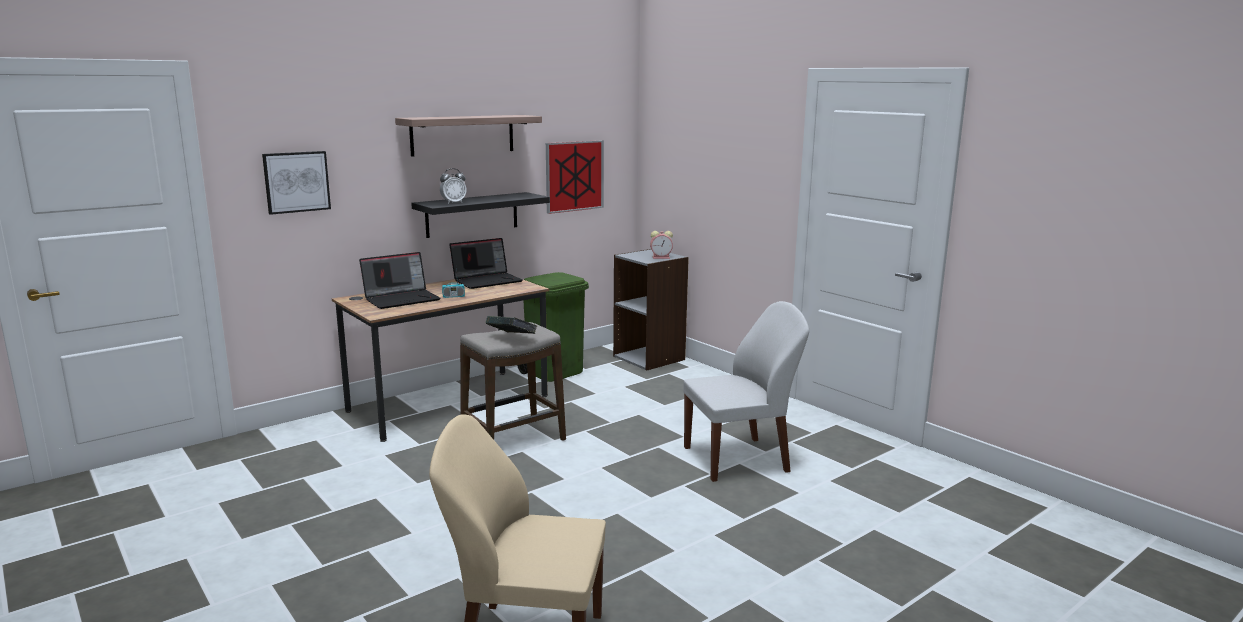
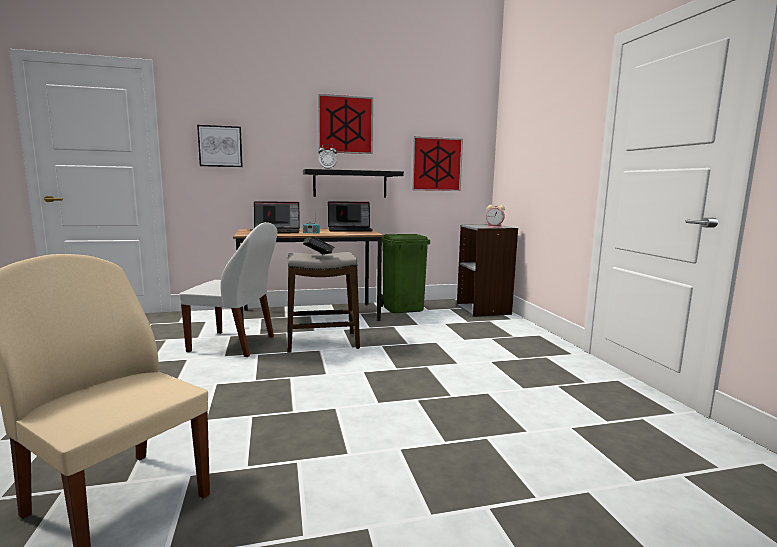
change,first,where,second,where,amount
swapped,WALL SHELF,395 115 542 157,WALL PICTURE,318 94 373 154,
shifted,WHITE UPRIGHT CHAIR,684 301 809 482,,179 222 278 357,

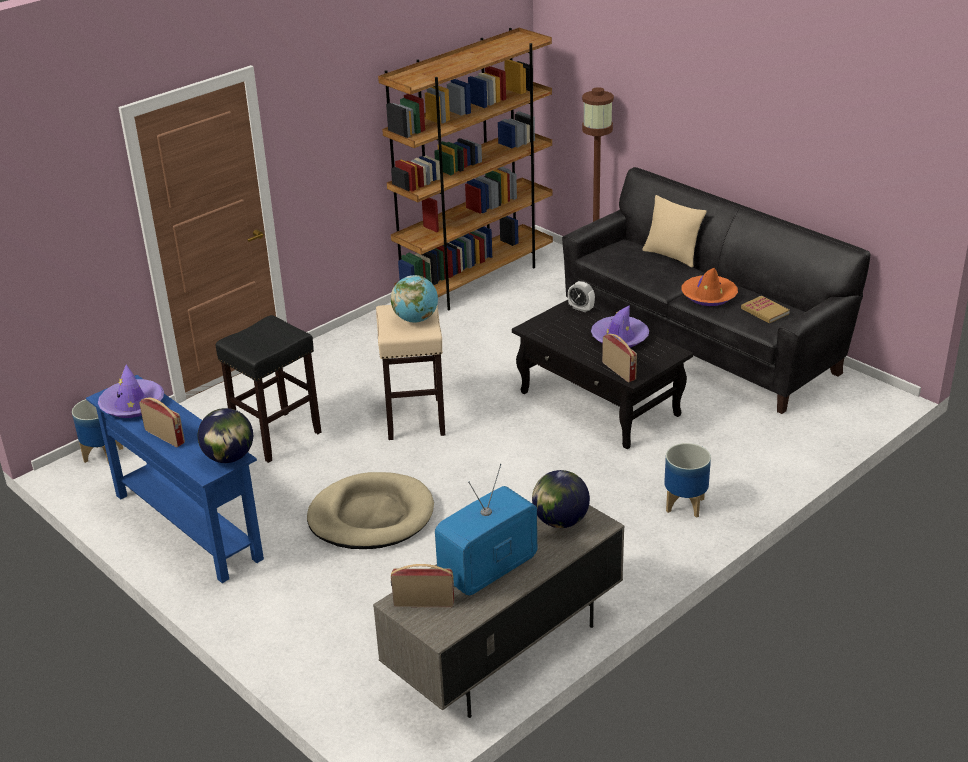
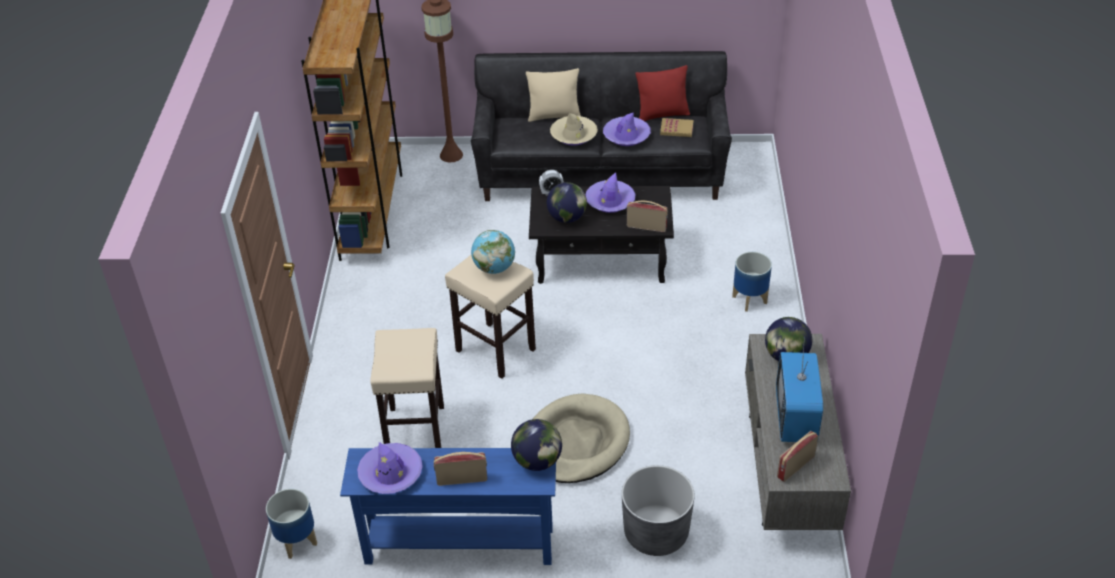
change,first,where,second,where,amount
repainted,BLACK-COLOURED STOOL SEAT,216 315 321 463,SAND-COLOURED STOOL SEAT,370 328 444 448,
repainted,ORANGEY CLOTHING HAT,681 268 738 306,PURPLISH CLOTHING HAT,603 112 651 146,
new,,,WORLD GLOBE,547 182 587 223,
new,,,SAND-COLOURED CLOTHING HAT,550 113 598 145,
new,,,GREY FLOWER POT,622 465 695 556,
new,,,RED THROW PILLOW,635 65 690 121,

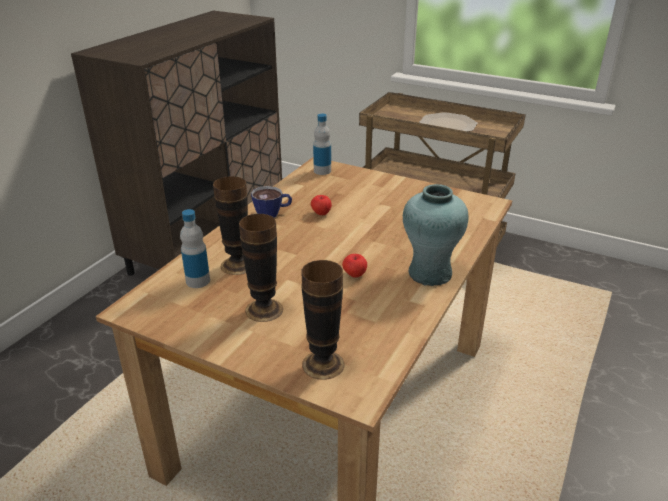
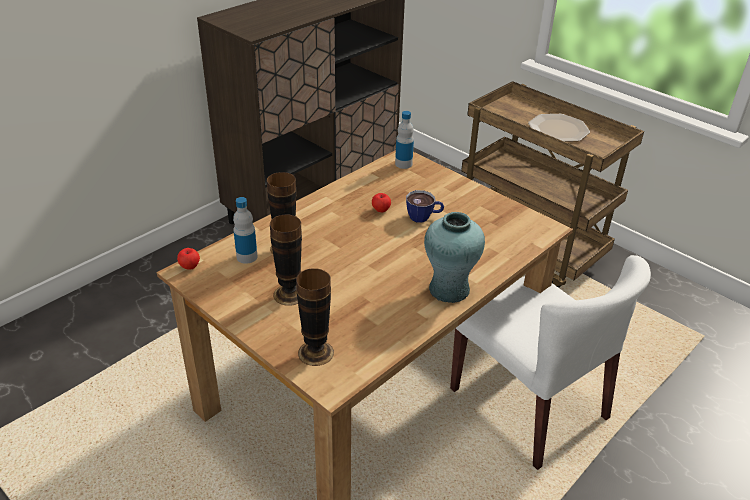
change,first,where,second,where,amount
shifted,DRINKING CUP,251 186 292 217,,406 190 444 223,
shifted,APPLE FRUIT,342 254 367 278,,177 248 200 270,
new,,,WHITE UPRIGHT CHAIR,450 255 651 470,

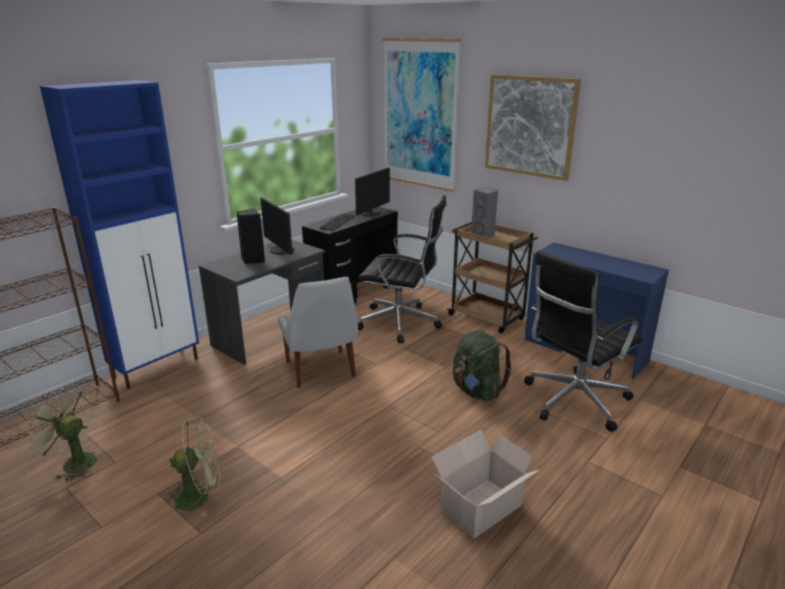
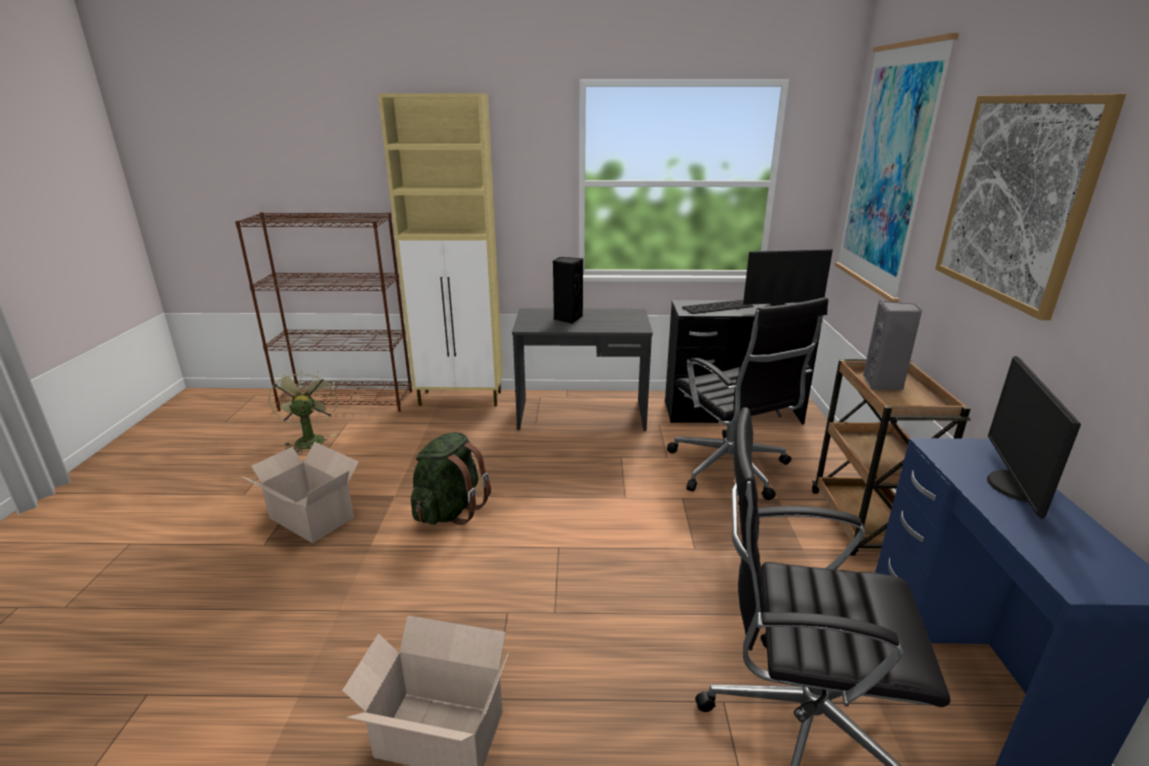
change,first,where,second,where,amount
repainted,BLUE-COLOURED CABINET,40 80 199 389,SAND-COLOURED CABINET,378 93 503 406,
swapped,GREENISH FAN,165 417 221 517,CARTON,241 442 359 543,
shifted,MONITOR,260 197 294 255,,987 356 1081 519,
gone,WHITE UPRIGHT CHAIR,278 277 358 388,,,
shifted,GREENISH BACKPACK,453 331 512 401,,411 432 491 525,

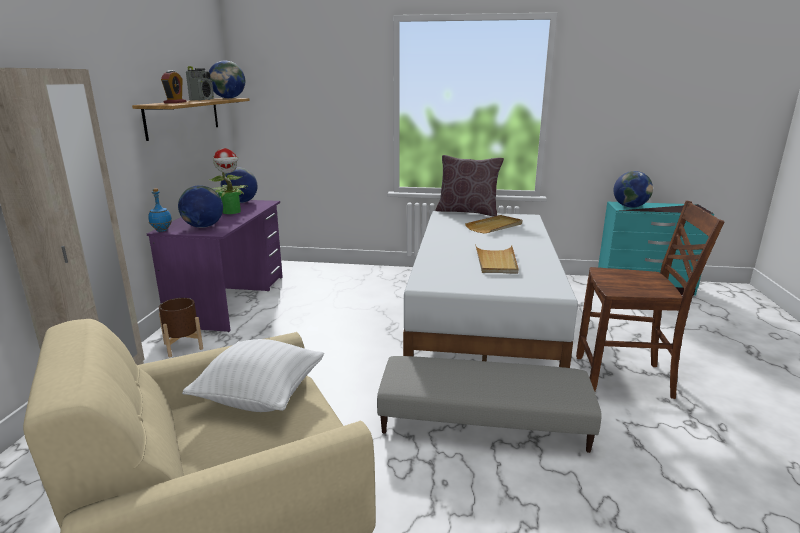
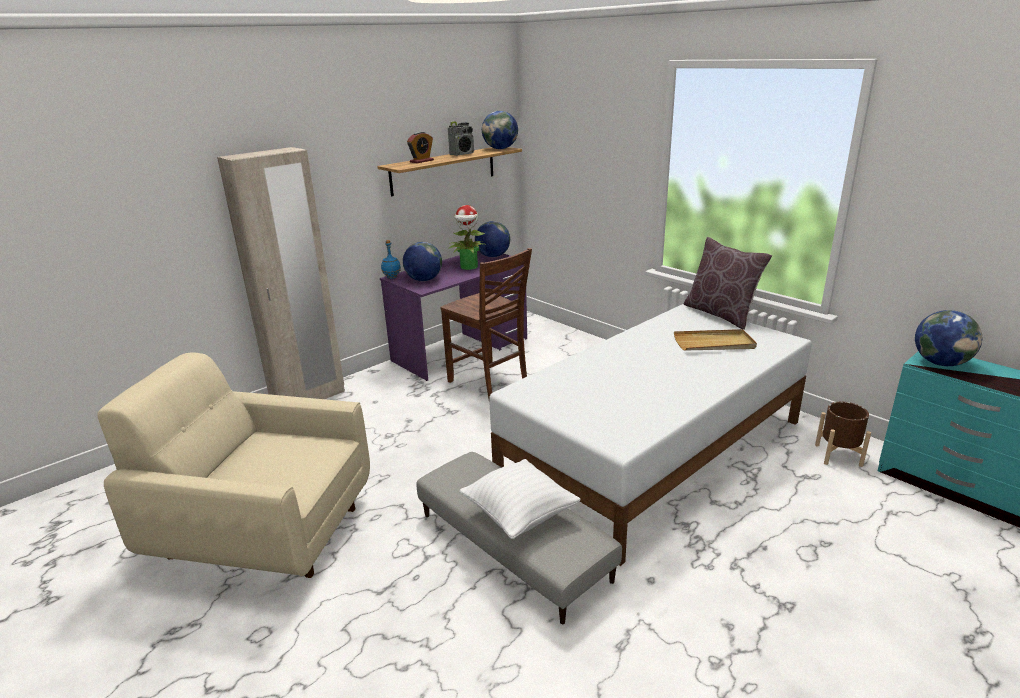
change,first,where,second,where,amount
shifted,BROWN FLOWER POT,159 298 203 357,,815 402 871 467,
shifted,WHITE THROW PILLOW,182 339 324 412,,459 459 581 539,
gone,SAND-COLOURED SERVING TRAY,475 245 518 274,,,
shifted,BROWN UPRIGHT CHAIR,576 201 724 399,,440 248 532 399,

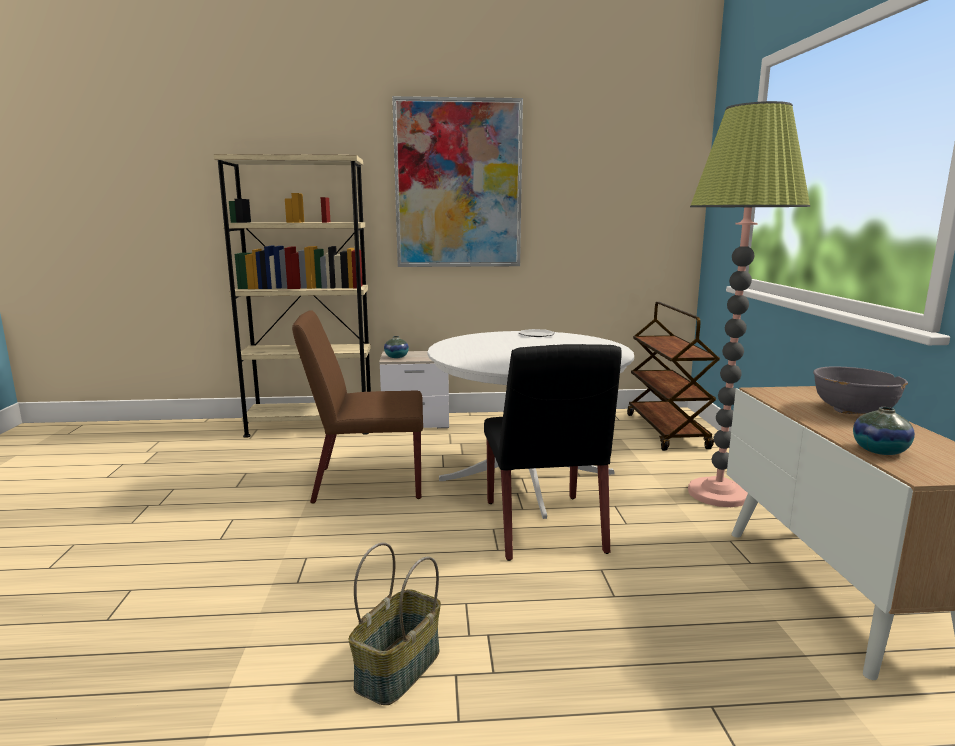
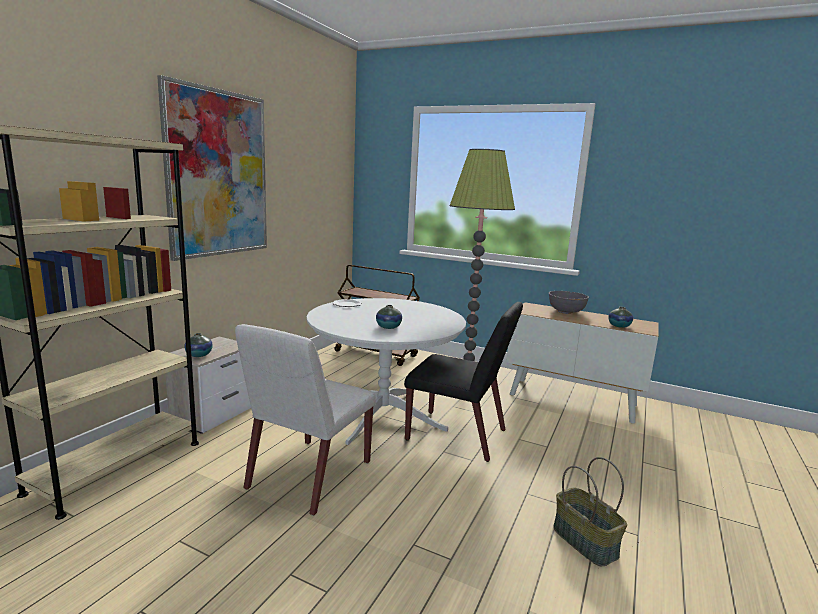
change,first,where,second,where,amount
repainted,BROWN UPRIGHT CHAIR,292 310 423 504,WHITE UPRIGHT CHAIR,235 324 376 516,
new,,,VASE,376 305 402 329,

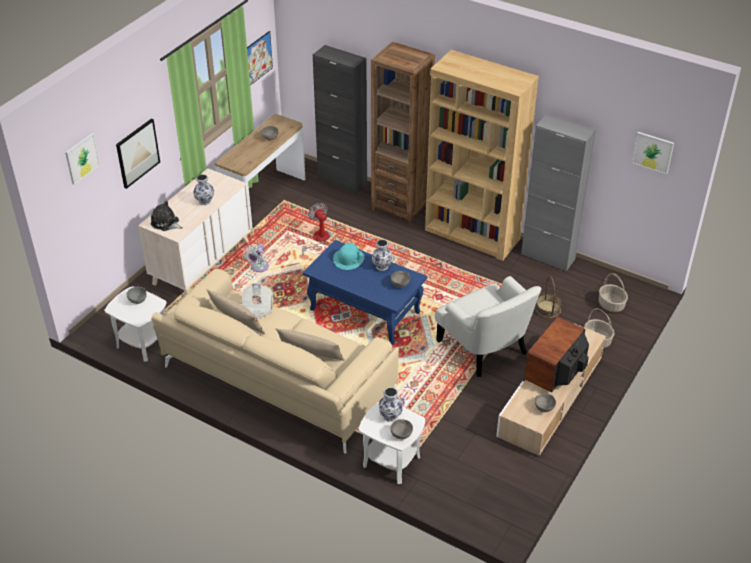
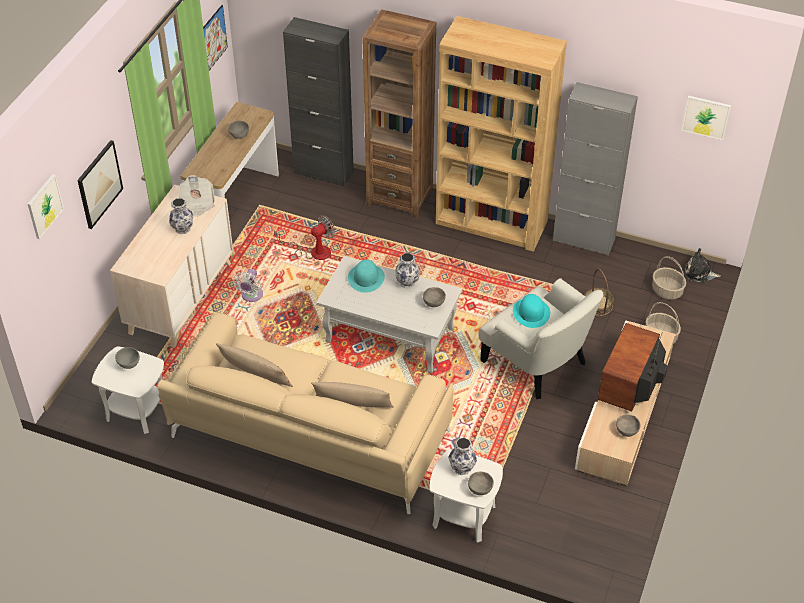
change,first,where,second,where,amount
shifted,PLUSH TOY,151 200 183 231,,684 248 721 283,
shifted,NEWSPAPER,241 282 273 320,,179 175 215 217,
rotated,FAN,302 203 330 252,,274 215 335 260,90 degrees clockwise
repainted,BLUE-COLOURED LOUNGE TABLE,303 240 427 345,WHITE LOUNGE TABLE,316 256 462 373,
new,,,TURQUOISE CLOTHING HAT,513 294 550 328,

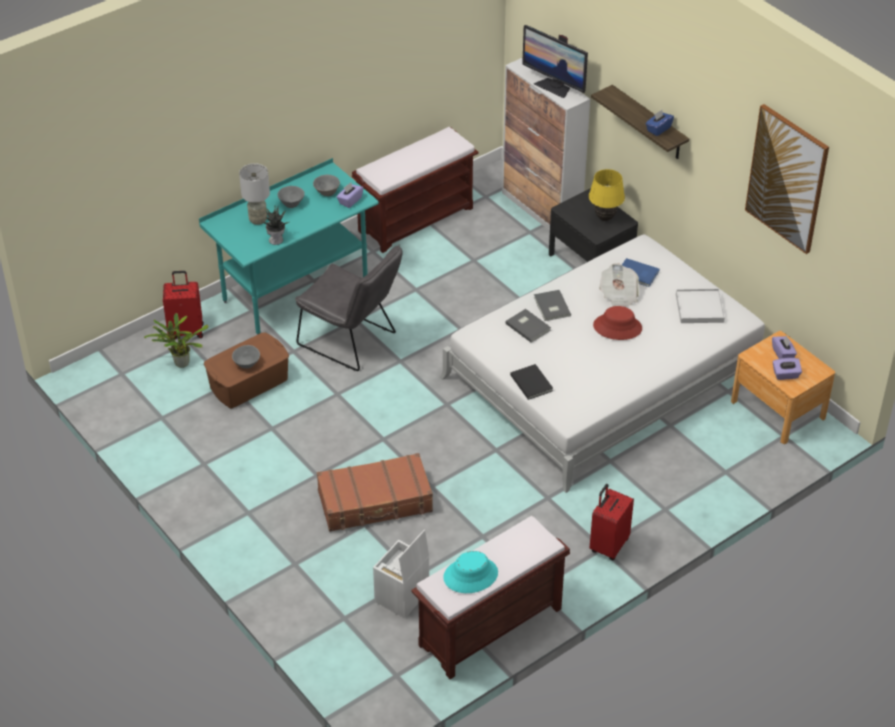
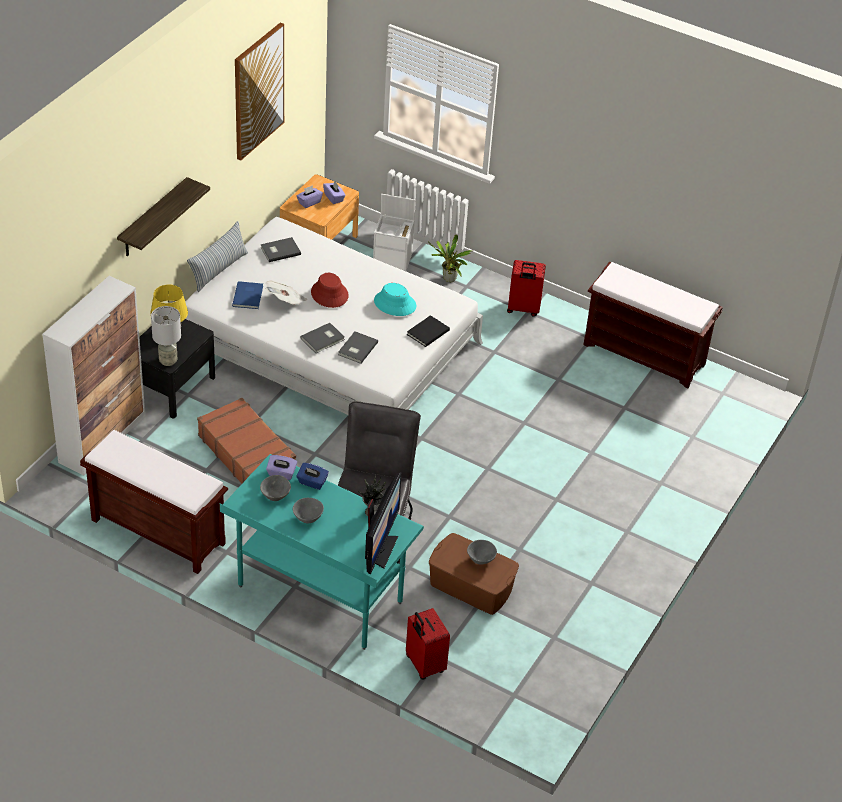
change,first,where,second,where,amount
shifted,PLANT IN A POT,144 313 208 368,,428 235 472 282,
shifted,GREY TABLETOP LAMP,239 163 270 225,,151 306 181 366,
shifted,BROWN PIECE OF LUGGAGE,317 453 433 532,,197 398 296 484,
shifted,WHITE STORAGE CONTAINER,373 530 429 618,,373 194 415 271,
shifted,TURQUOISE CLOTHING HAT,443 551 498 593,,374 283 416 316,
shifted,MONITOR,522 25 588 98,,365 472 402 574,
shifted,BLUE-COLOURED TISSUE HOLDER,645 110 674 136,,297 463 329 490,
swapped,WHITE SERVING TRAY,676 289 725 323,GREY BOUND BOOK,260 237 301 262,
new,,,THROW PILLOW,187 221 248 292,

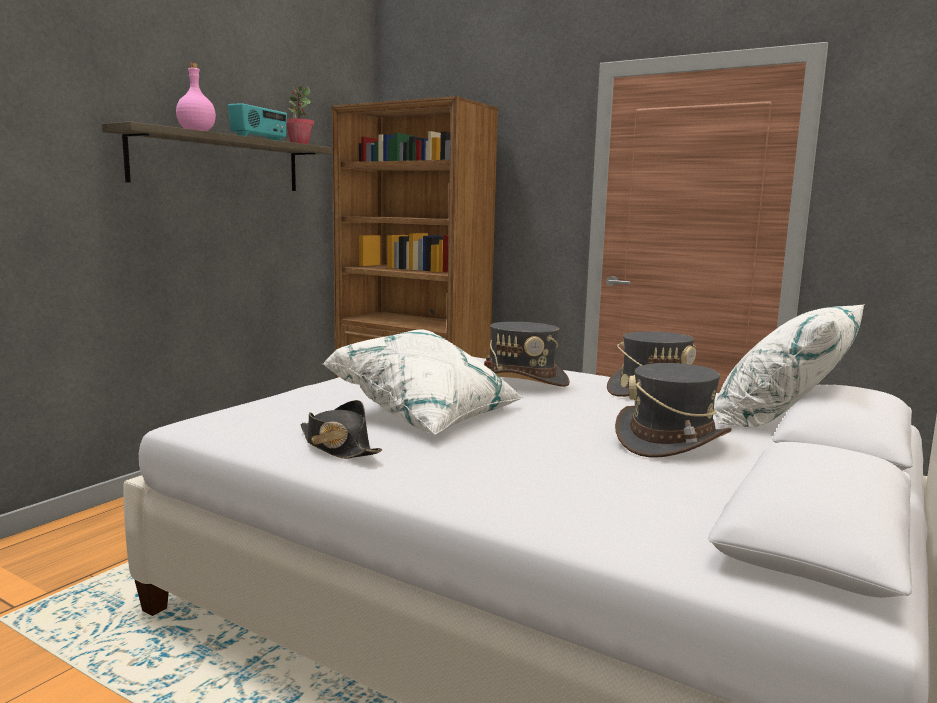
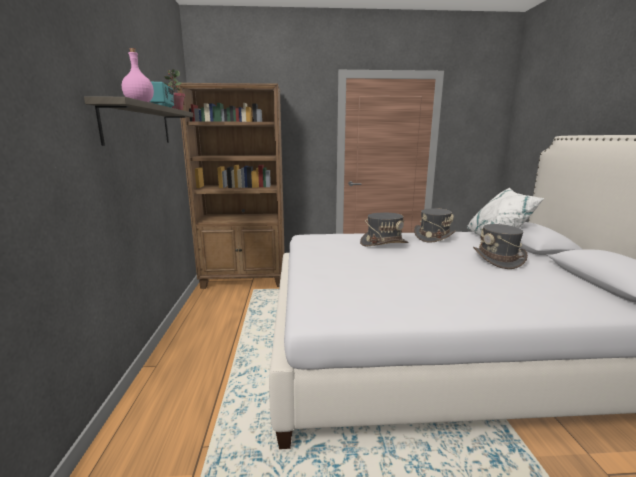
change,first,where,second,where,amount
gone,BLACK-COLOURED CLOTHING HAT,300 400 382 459,,,
gone,WHITE THROW PILLOW,323 329 523 435,,,

